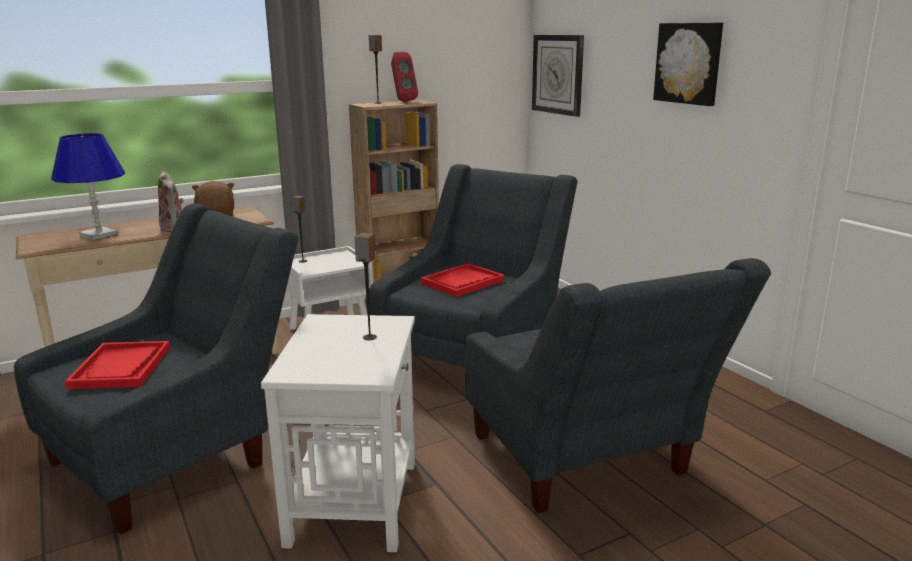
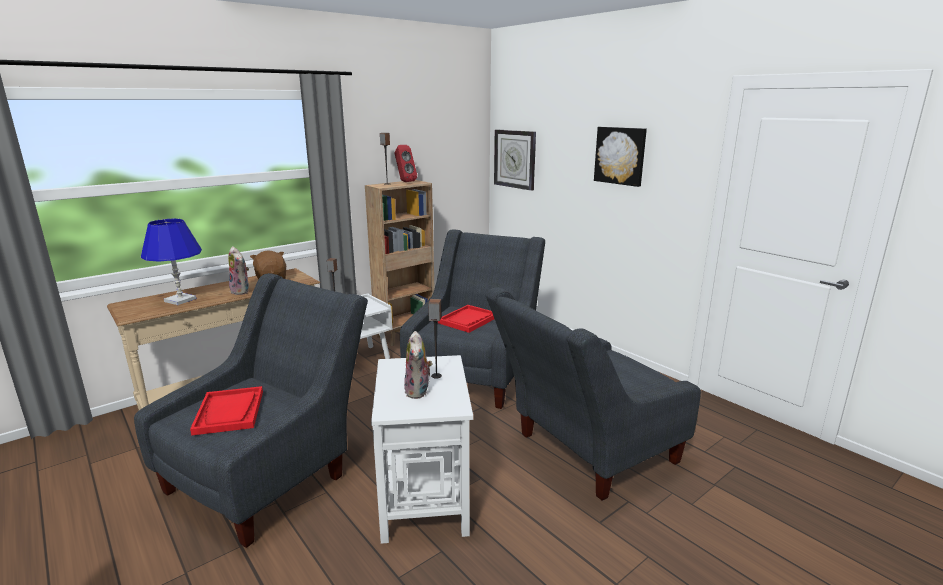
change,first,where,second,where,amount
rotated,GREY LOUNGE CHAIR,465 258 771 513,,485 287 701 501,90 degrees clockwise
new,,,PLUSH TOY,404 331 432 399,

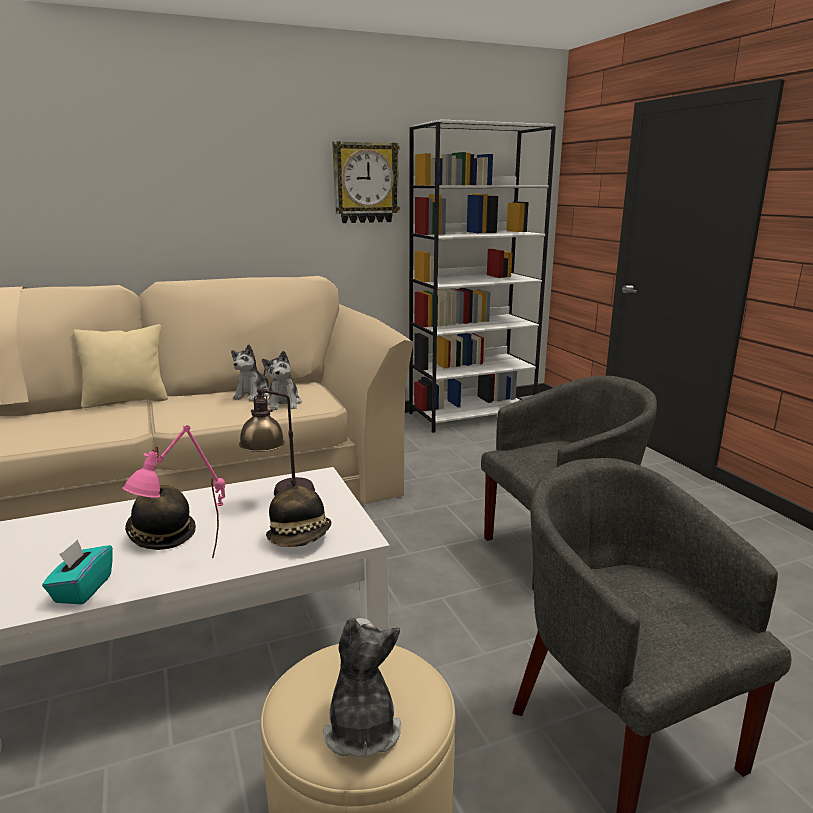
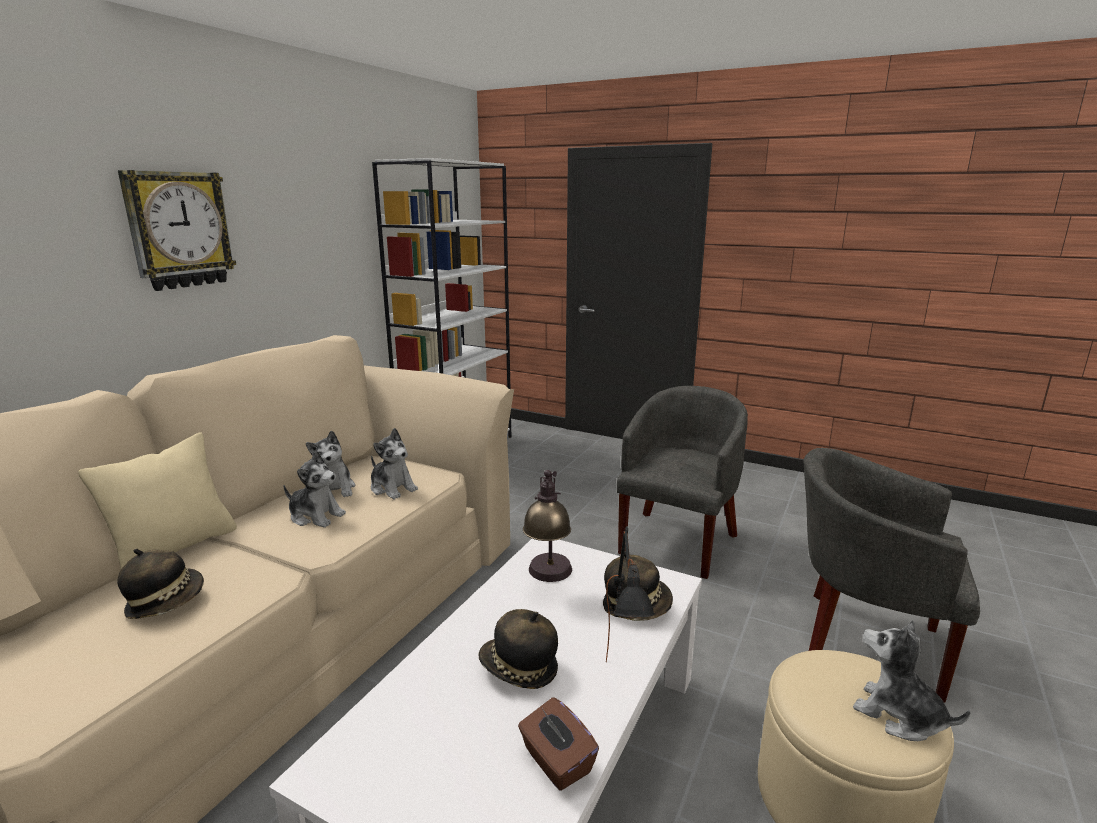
change,first,where,second,where,amount
repainted,TURQUOISE TISSUE HOLDER,42 539 113 605,BROWN TISSUE HOLDER,518 697 599 791,
repainted,PINK-COLOURED TABLETOP LAMP,122 425 225 558,BLACK-COLOURED TABLETOP LAMP,606 526 655 662,
shifted,HANGING CLOCK,333 141 400 223,,118 170 236 291,
new,,,CLOTHING HAT,117 549 204 619,
new,,,PLUSH TOY,283 451 346 528,

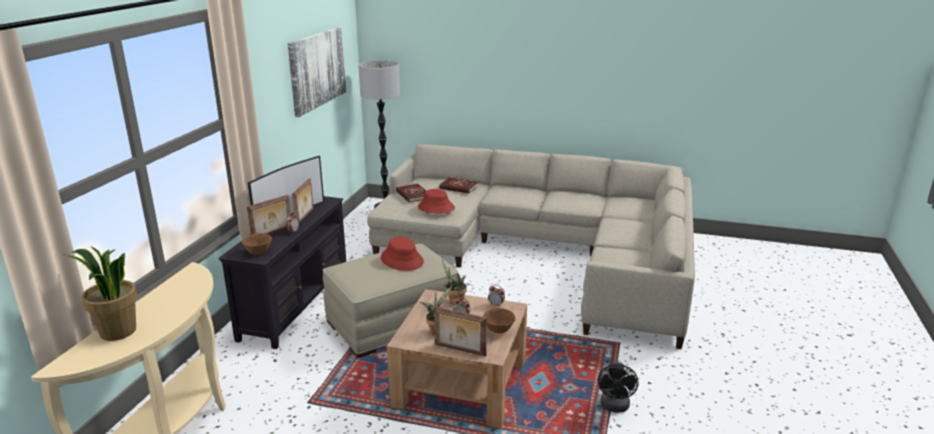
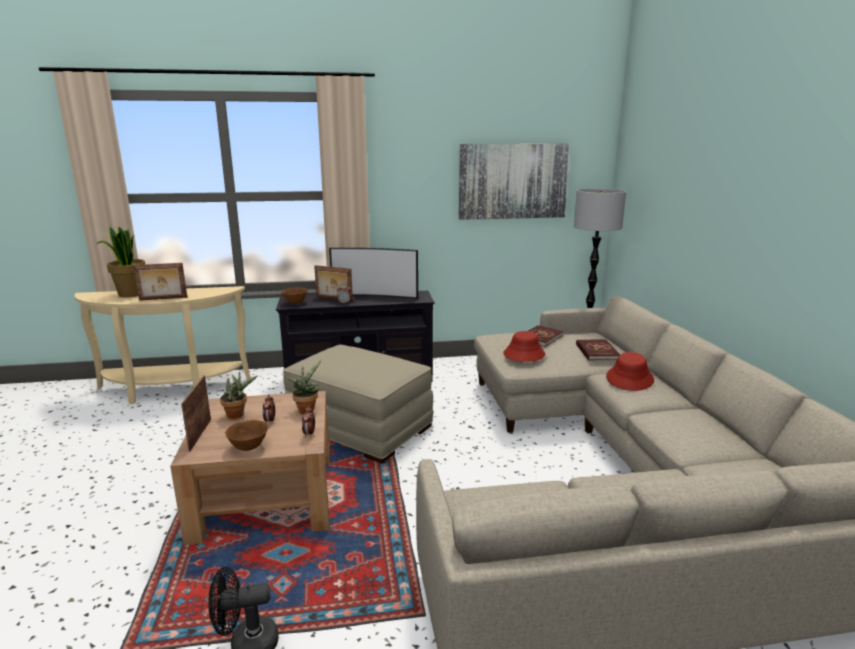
change,first,where,second,where,amount
shifted,PHOTO FRAME,292 178 314 223,,133 263 187 301,
shifted,RED CLOTHING HAT,381 237 424 271,,606 352 654 391,

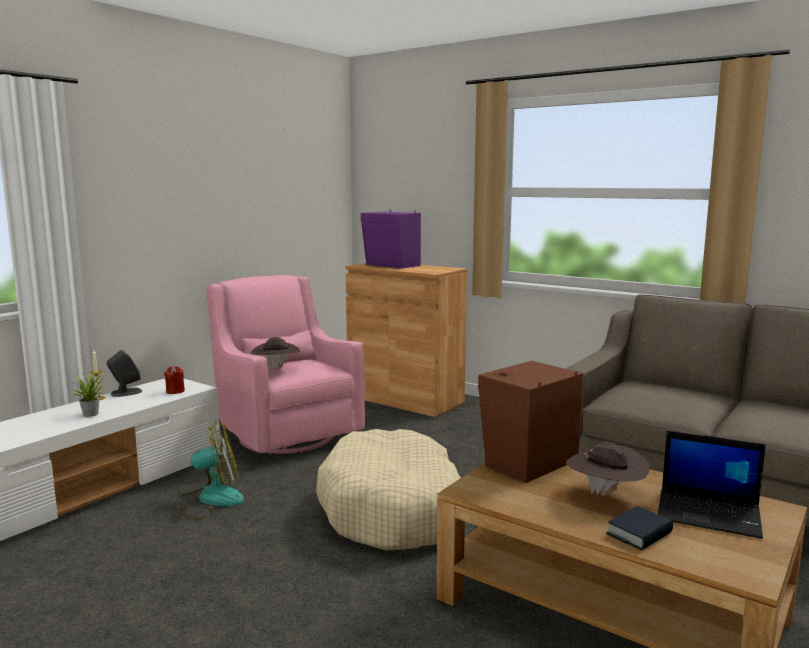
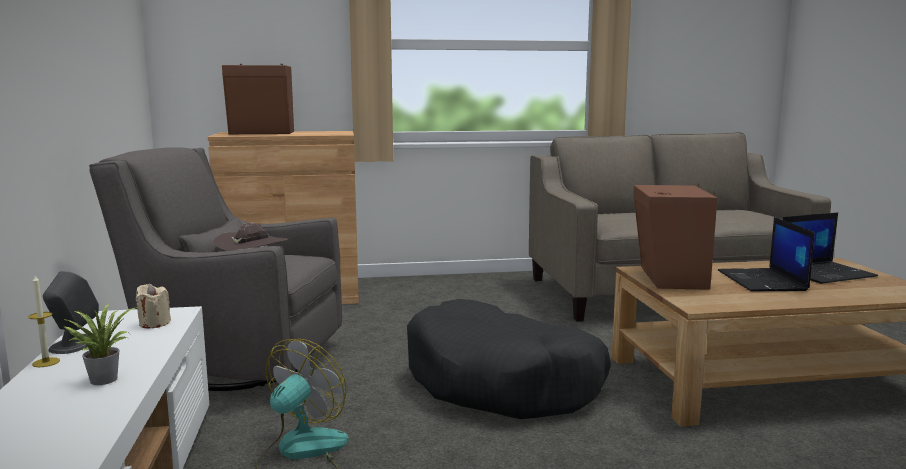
change,first,where,second,where,amount
repainted,RED WAX LIGHT,164 366 185 394,SAND-COLOURED WAX LIGHT,136 284 171 329,
repainted,PINK-COLOURED LOUNGE CHAIR,206 275 365 454,GREY LOUNGE CHAIR,89 147 342 391,
repainted,SAND-COLOURED DOG CUSHION,316 429 461 550,BLACK-COLOURED DOG CUSHION,407 299 611 419,
repainted,PURPLISH AUDIO SPEAKER,361 210 421 269,BROWN AUDIO SPEAKER,222 64 294 134,
swapped,BROWN CLOTHING HAT,566 443 649 496,PORTABLE COMPUTER,718 217 814 291,
gone,BOUND BOOK,606 506 673 551,,,

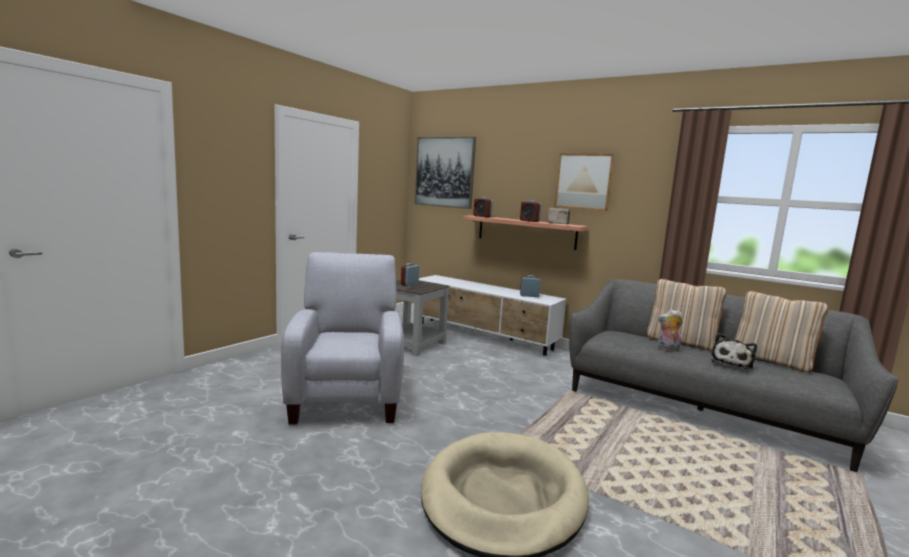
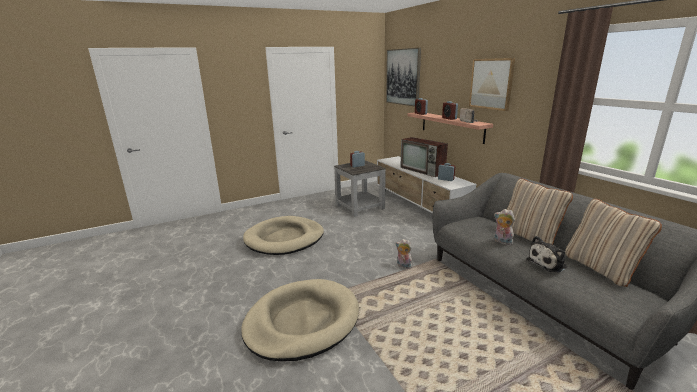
change,first,where,second,where,amount
swapped,GREY LOUNGE CHAIR,281 252 404 425,SAND-COLOURED DOG CUSHION,243 216 324 255,
new,,,PLUSH TOY,395 239 412 269,
new,,,TV SET,400 137 448 177,

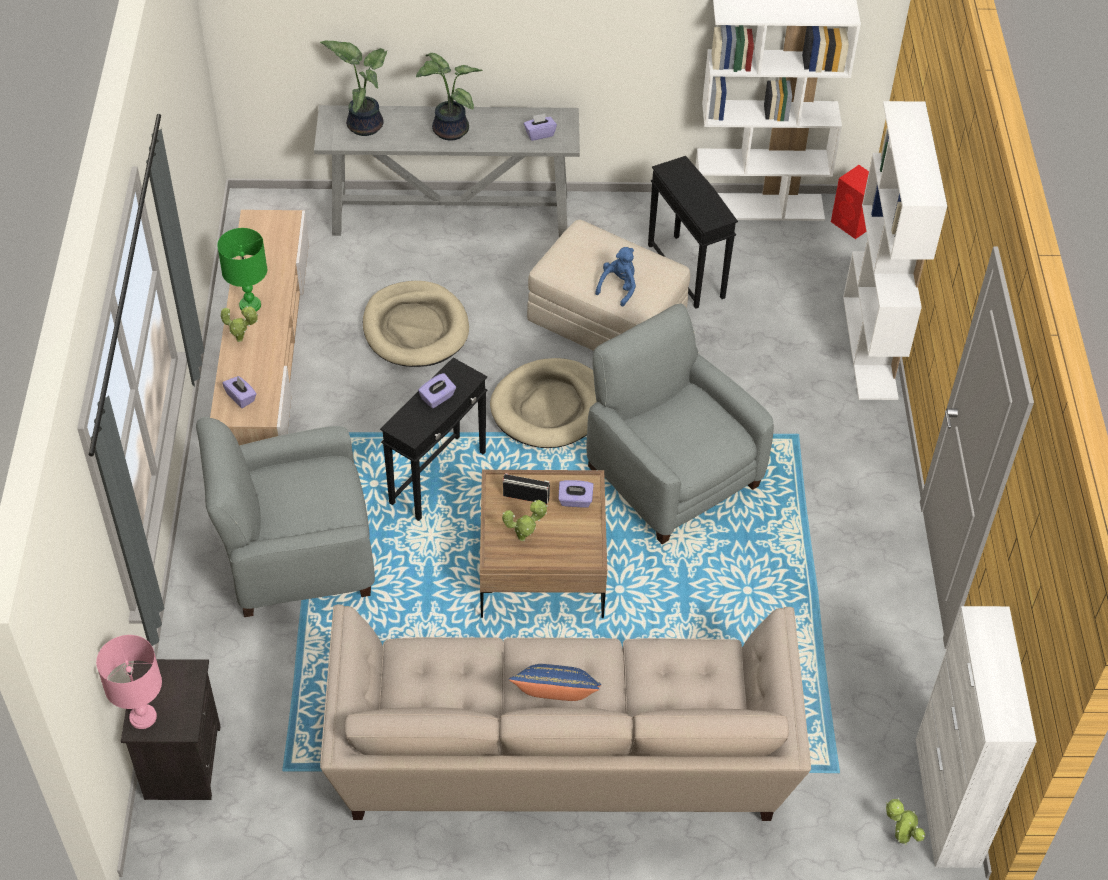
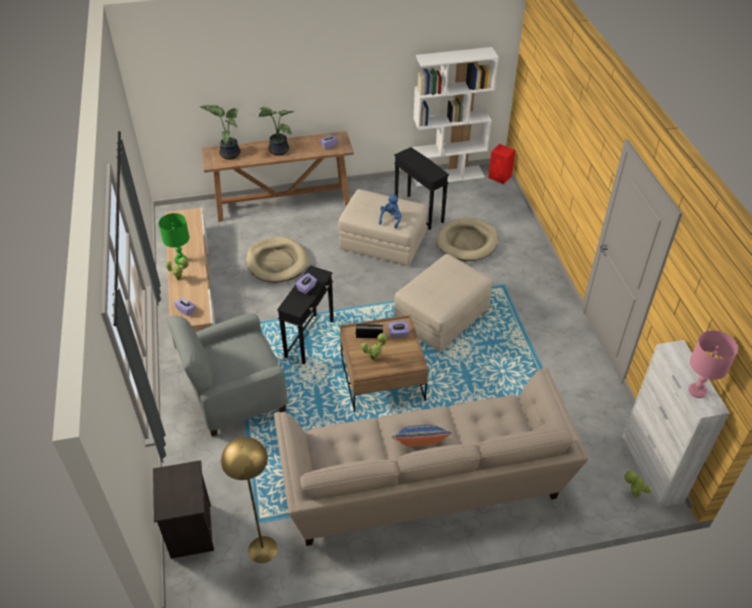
change,first,where,second,where,amount
shifted,PINK-COLOURED TABLETOP LAMP,96 635 162 729,,688 330 738 398,
repainted,GREY CONSOLE TABLE,314 105 580 237,BROWN CONSOLE TABLE,202 131 354 222,
shifted,SAND-COLOURED DOG CUSHION,490 358 596 448,,436 218 499 261,
swapped,GREY LOUNGE CHAIR,586 304 774 544,SAND-COLOURED POUFFE,394 254 492 352,
gone,WHITE BOOKSHELF,843 101 947 400,,,
new,,,YELLOW STANDING LAMP,221 437 278 563,

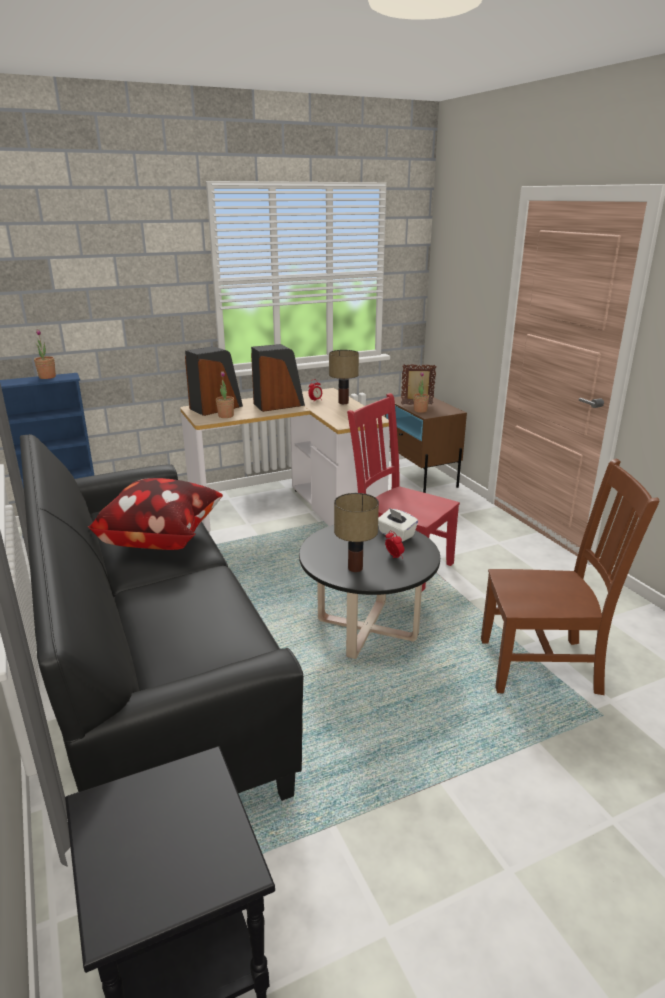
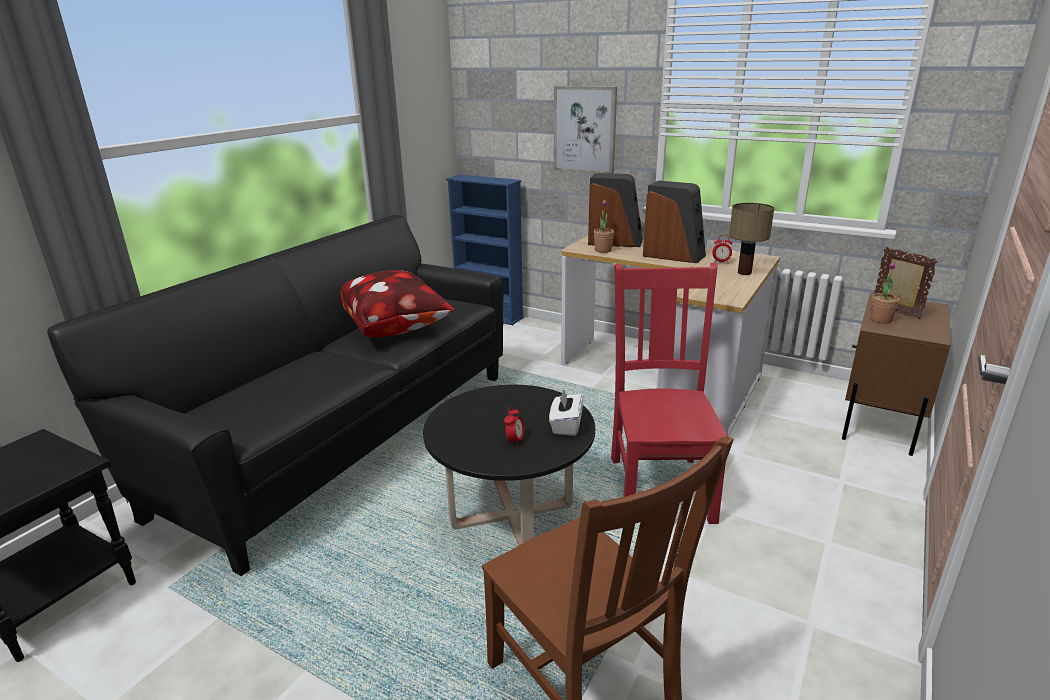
change,first,where,second,where,amount
gone,PLANT IN A POT,34 329 56 379,,,
gone,TABLETOP LAMP,334 493 379 572,,,
new,,,WALL PICTURE,554 86 617 174,

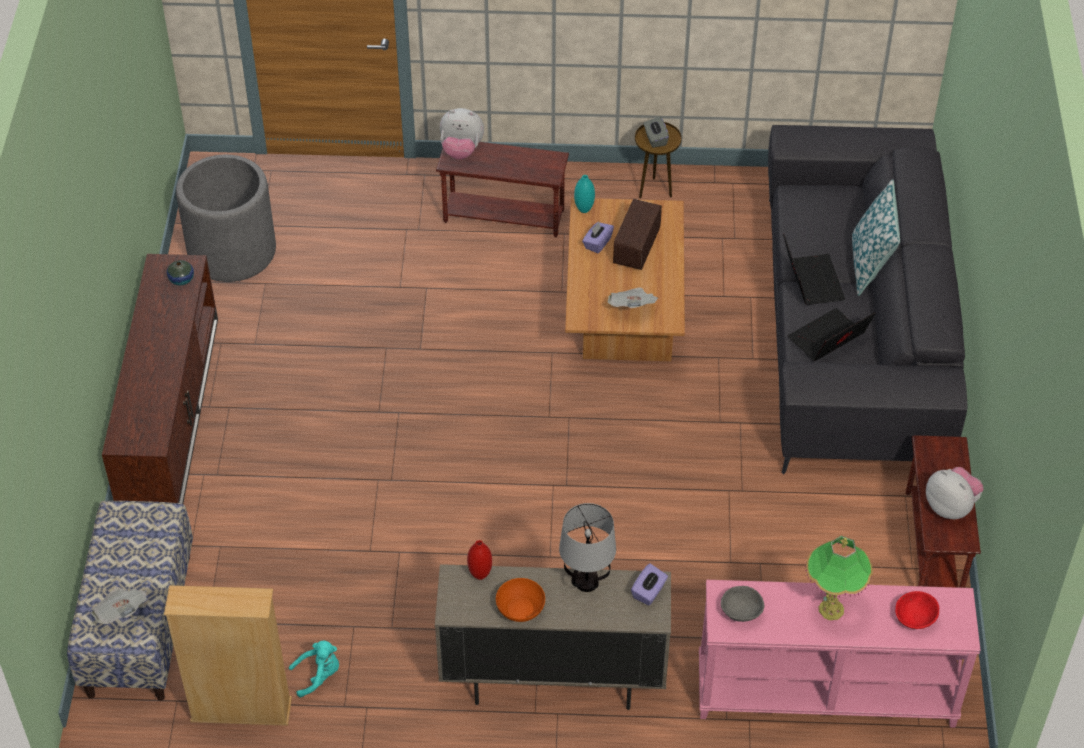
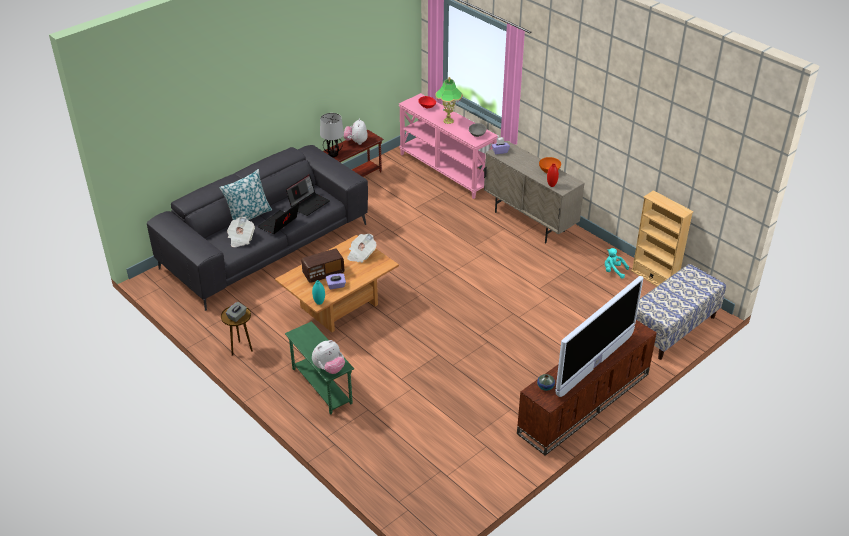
change,first,where,second,where,amount
shifted,NEWSPAPER,91 587 147 624,,227 217 255 247,
gone,GREY FLOWER POT,176 155 276 282,,,
repainted,BROWN ACCENT TABLE,436 142 569 237,GREENISH ACCENT TABLE,285 321 354 414,
rotated,PLUSH TOY,440 108 484 159,,312 340 345 374,90 degrees clockwise
shifted,TABLETOP LAMP,559 503 616 592,,320 113 344 157,
rotated,PORTABLE COMPUTER,788 308 876 361,,286 174 330 216,60 degrees counterclockwise
new,,,TV SET,555 276 643 397,

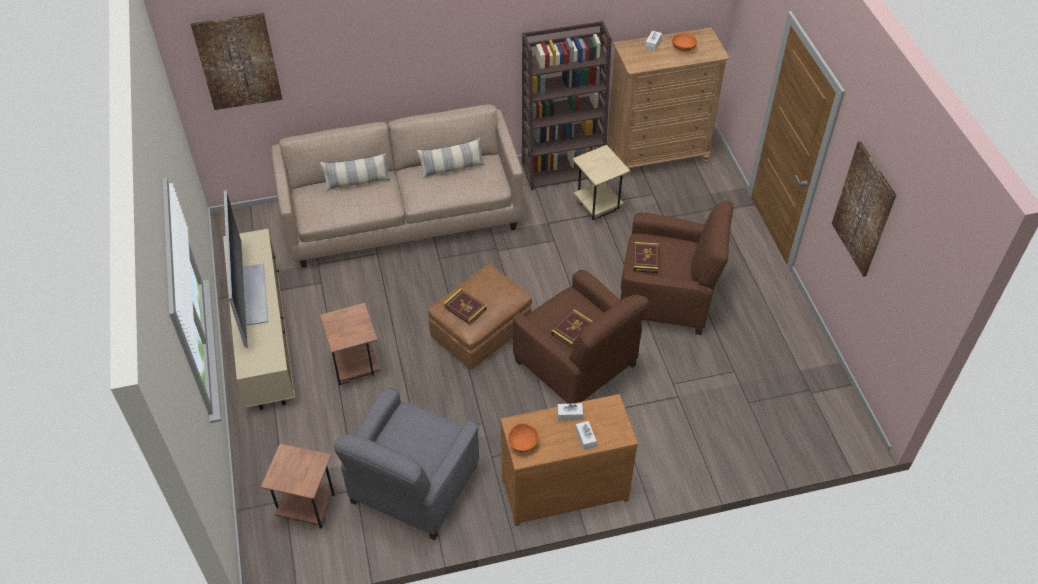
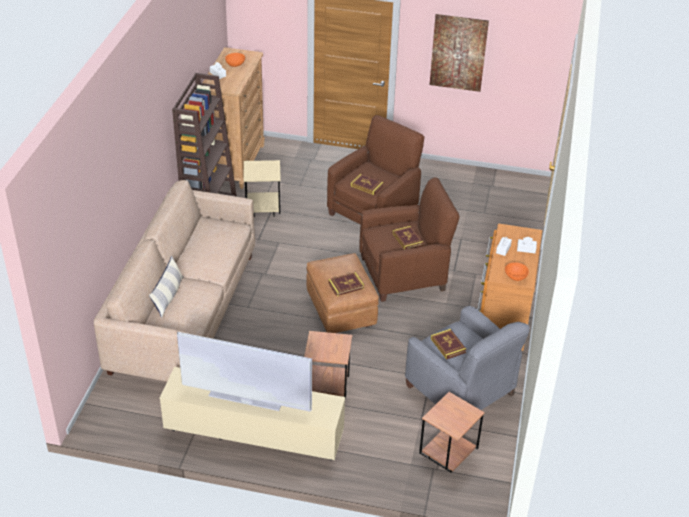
change,first,where,second,where,amount
gone,WALL PICTURE,191 13 283 110,,,
gone,THROW PILLOW,417 138 485 179,,,
new,,,BOUND BOOK,431 329 466 360,

